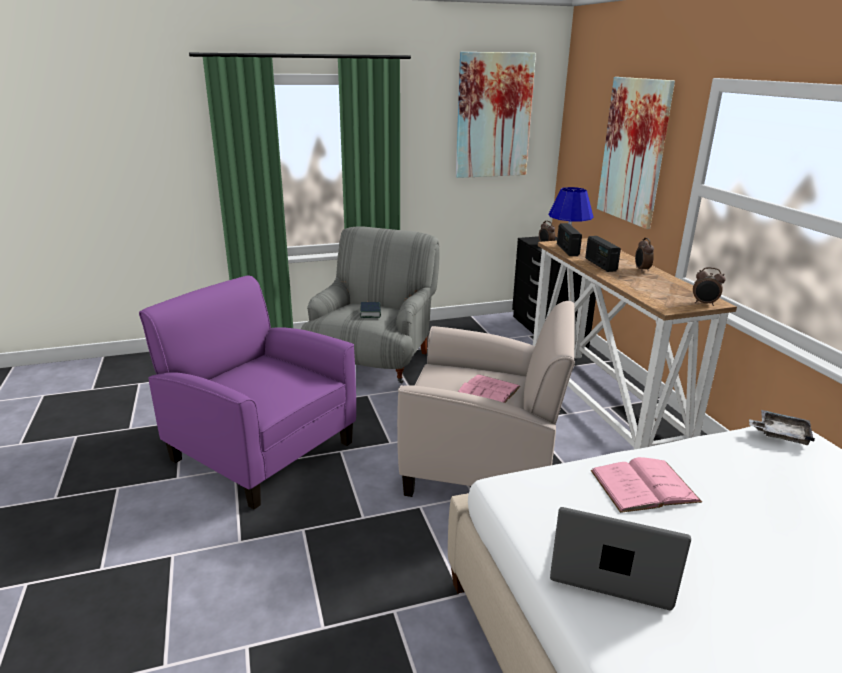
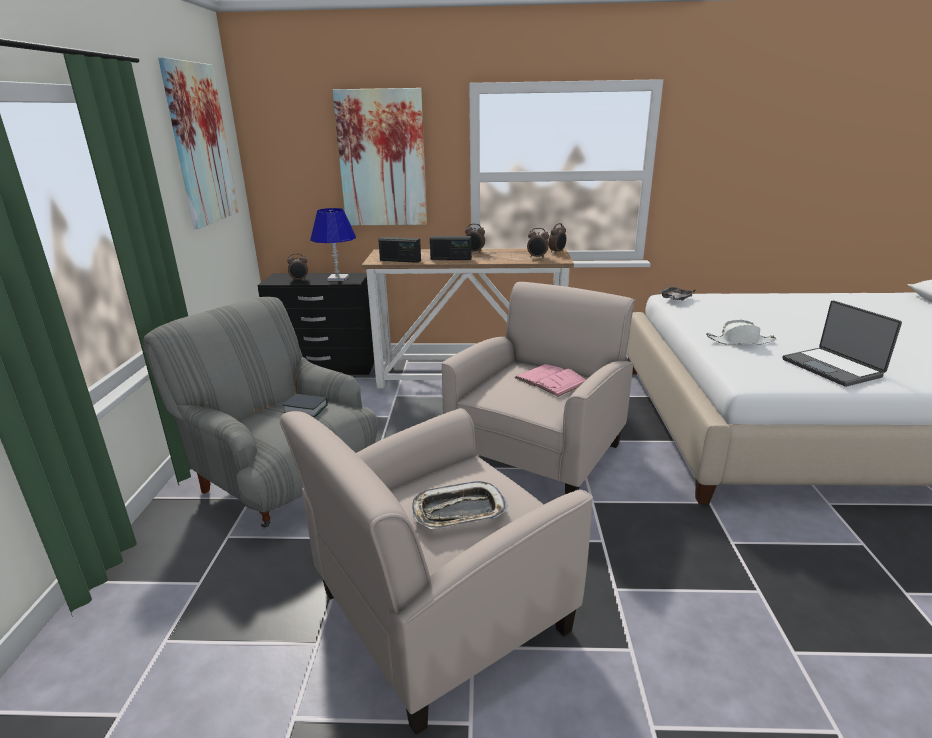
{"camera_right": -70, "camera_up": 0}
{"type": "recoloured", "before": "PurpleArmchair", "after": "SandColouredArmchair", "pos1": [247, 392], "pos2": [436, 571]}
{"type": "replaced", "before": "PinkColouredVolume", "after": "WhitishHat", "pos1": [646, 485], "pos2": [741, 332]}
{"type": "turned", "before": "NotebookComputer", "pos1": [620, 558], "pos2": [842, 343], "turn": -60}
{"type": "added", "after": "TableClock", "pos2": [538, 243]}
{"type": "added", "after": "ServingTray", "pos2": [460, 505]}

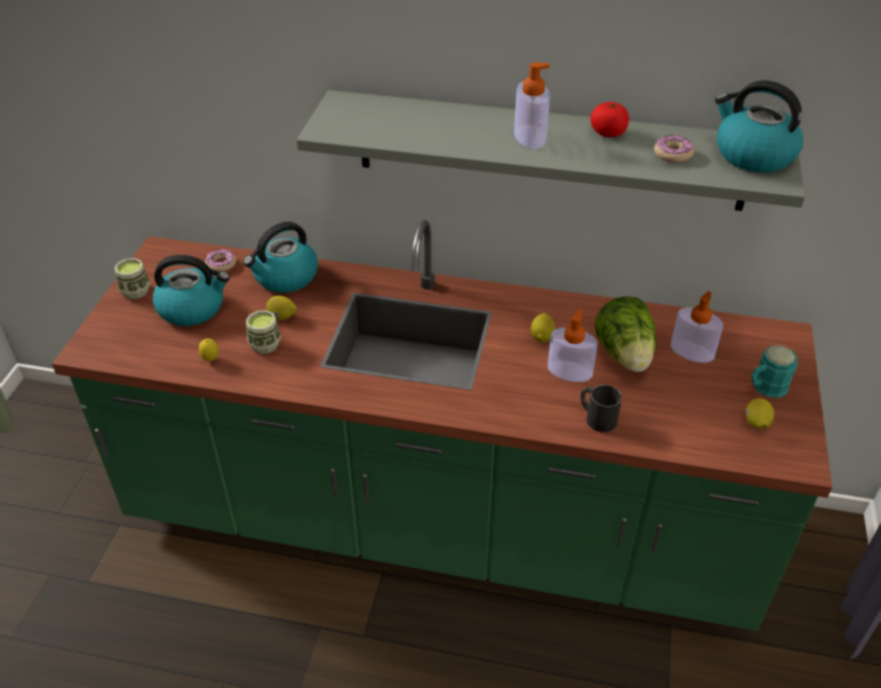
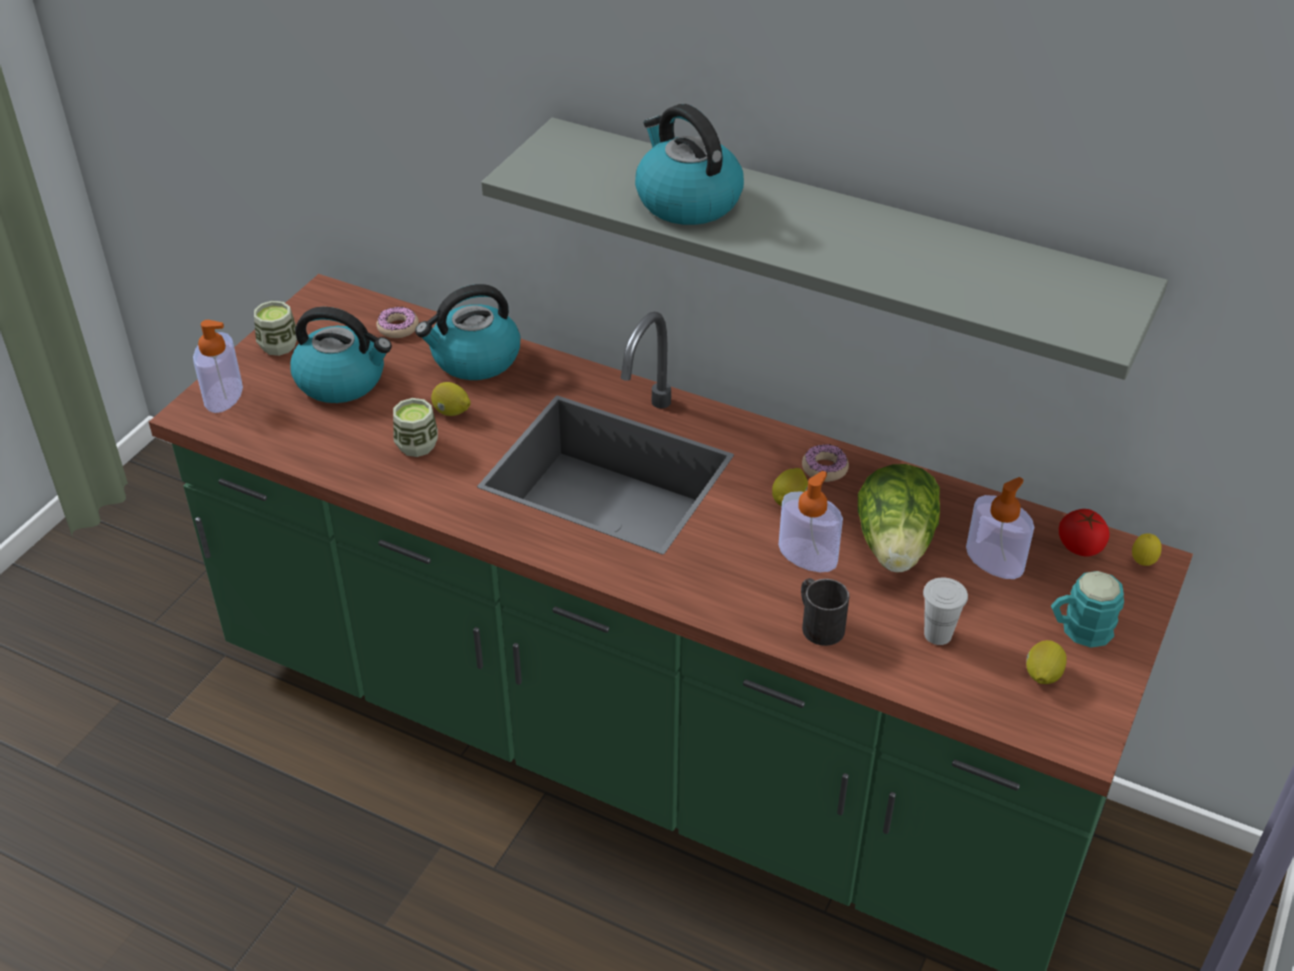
{"camera_right": 15, "camera_up": 0}
{"type": "moved", "before": "LiquidSoapBottle", "pos1": [532, 106], "pos2": [218, 366]}
{"type": "moved", "before": "TeaKettle", "pos1": [759, 126], "pos2": [689, 164]}
{"type": "moved", "before": "WholeTomato", "pos1": [609, 119], "pos2": [1084, 532]}
{"type": "moved", "before": "RingDoughnut", "pos1": [674, 149], "pos2": [825, 463]}
{"type": "moved", "before": "CitrusFruit", "pos1": [209, 349], "pos2": [1147, 549]}
{"type": "added", "after": "WhitishCup", "pos2": [945, 611]}

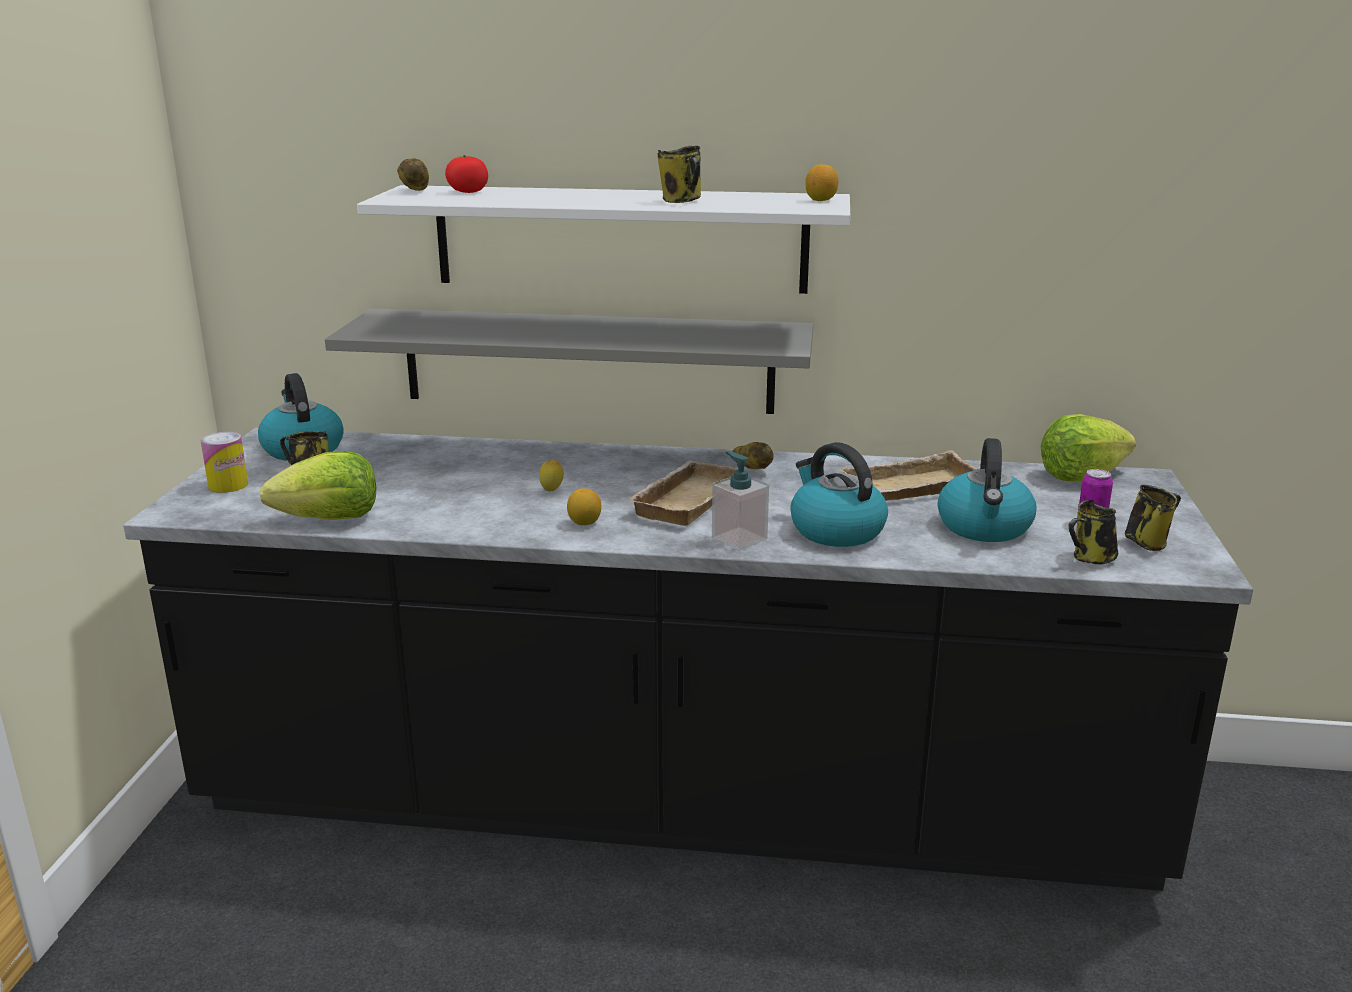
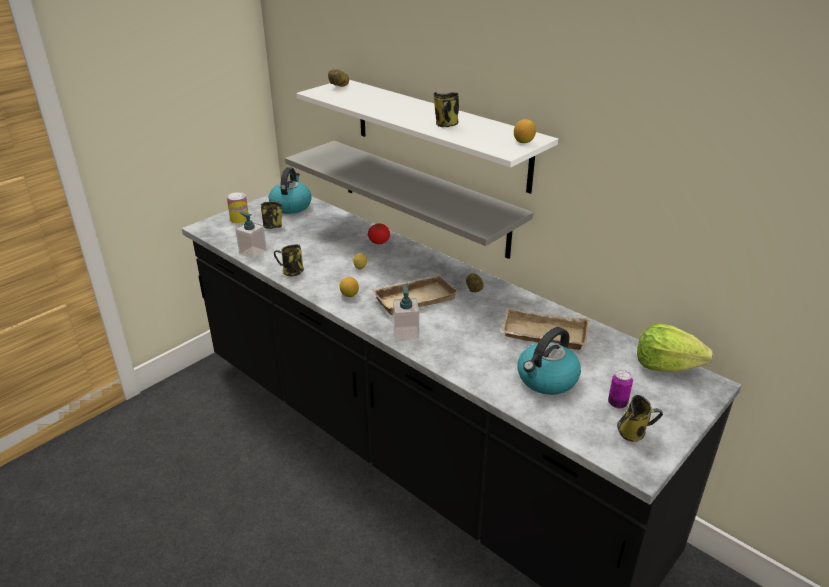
{"camera_right": 35, "camera_up": 10}
{"type": "moved", "before": "WholeTomato", "pos1": [466, 174], "pos2": [379, 234]}
{"type": "removed", "before": "TeaKettle", "pos1": [839, 494]}
{"type": "replaced", "before": "Lettuce", "after": "LiquidSoapBottle", "pos1": [318, 485], "pos2": [251, 235]}
{"type": "moved", "before": "CoffeeMug", "pos1": [1093, 532], "pos2": [289, 260]}

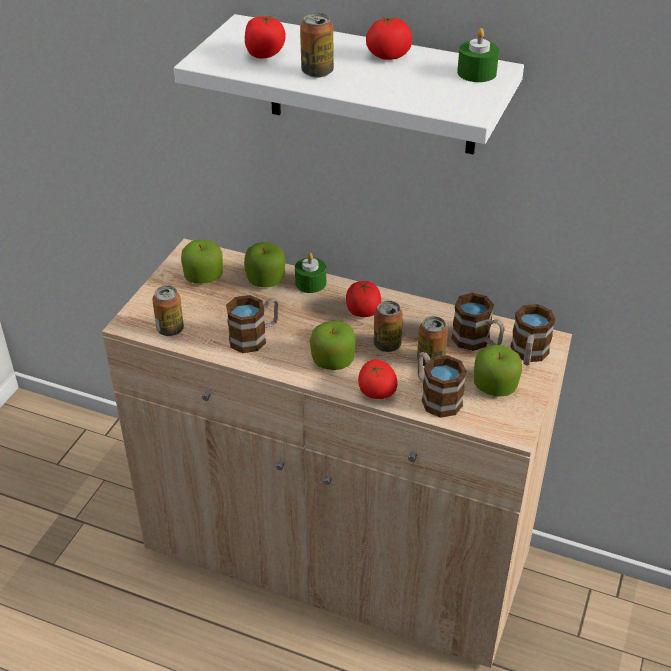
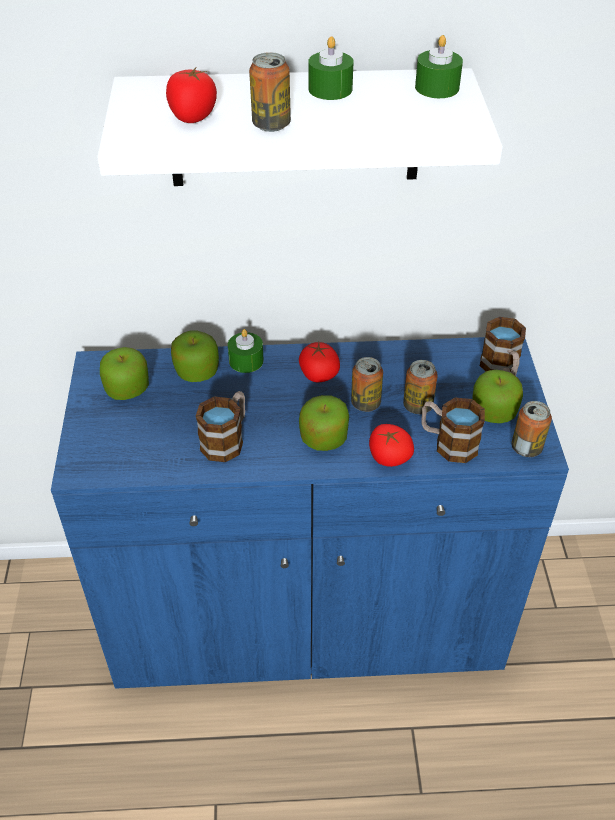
{"camera_right": -25, "camera_up": 5}
{"type": "replaced", "before": "WholeTomato", "after": "GreenishWaxCandle", "pos1": [389, 38], "pos2": [331, 68]}
{"type": "recoloured", "before": "SandColouredCupboard", "after": "BlueColouredCupboard", "pos1": [337, 453], "pos2": [310, 513]}
{"type": "moved", "before": "SealedCan", "pos1": [168, 311], "pos2": [532, 429]}
{"type": "removed", "before": "CoffeeMug", "pos1": [478, 322]}

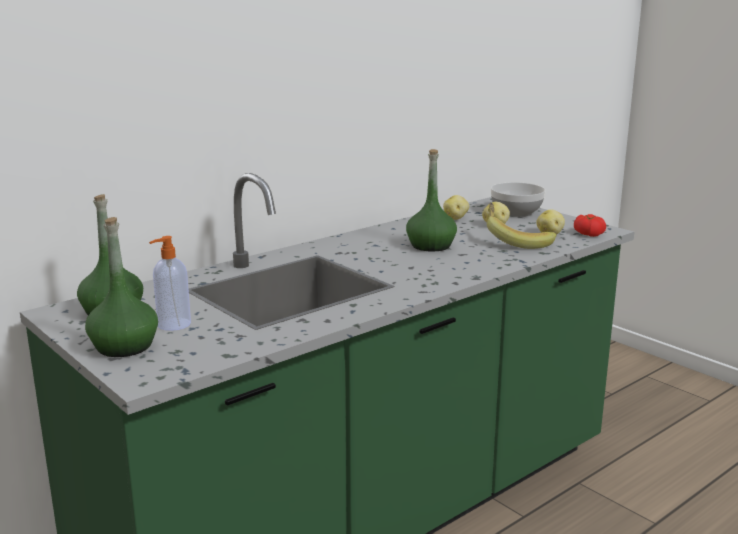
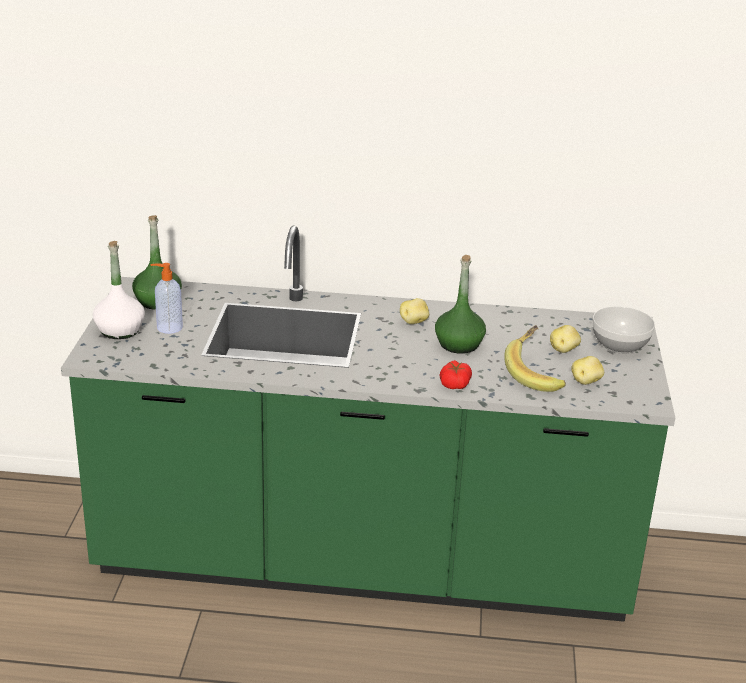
{"camera_right": 45, "camera_up": 10}
{"type": "moved", "before": "WholePotato", "pos1": [456, 207], "pos2": [414, 311]}
{"type": "moved", "before": "WholeTomato", "pos1": [590, 225], "pos2": [456, 374]}
{"type": "recoloured", "before": "GreenishBottle", "after": "WhitishBottle", "pos1": [121, 287], "pos2": [119, 290]}

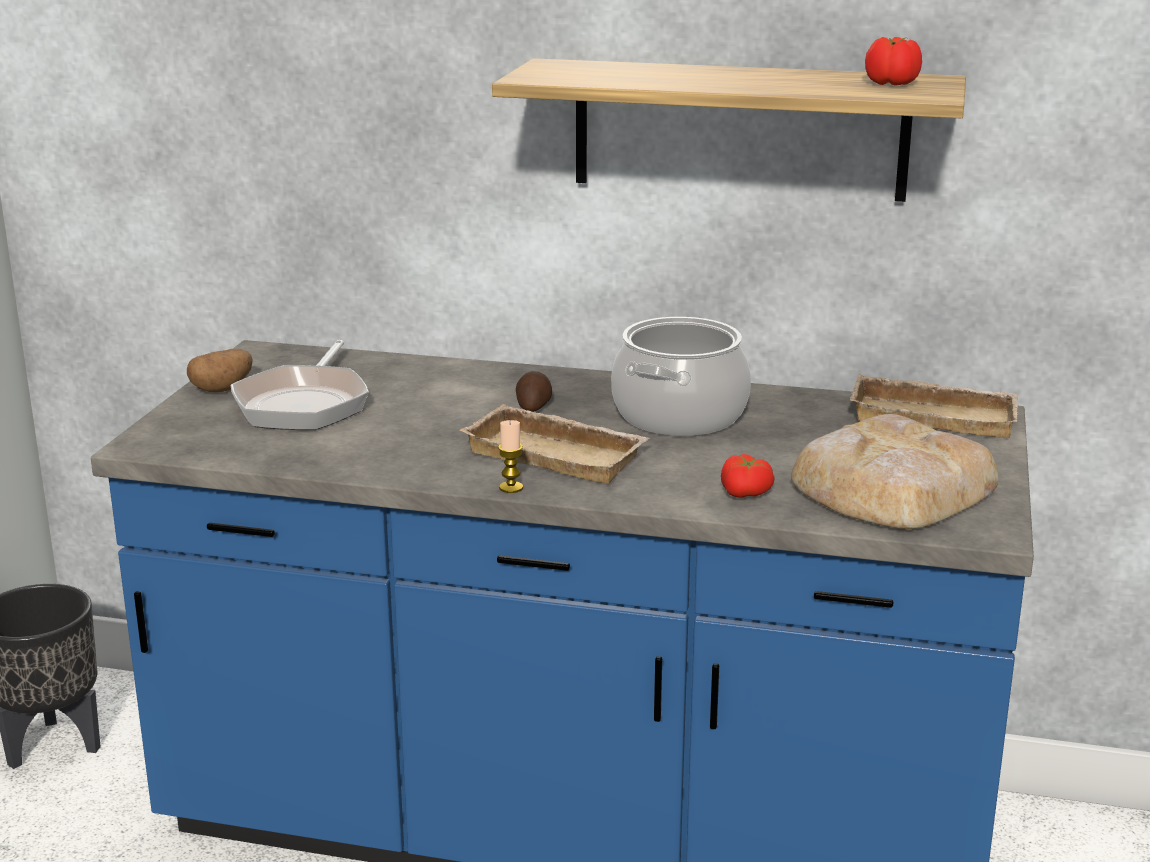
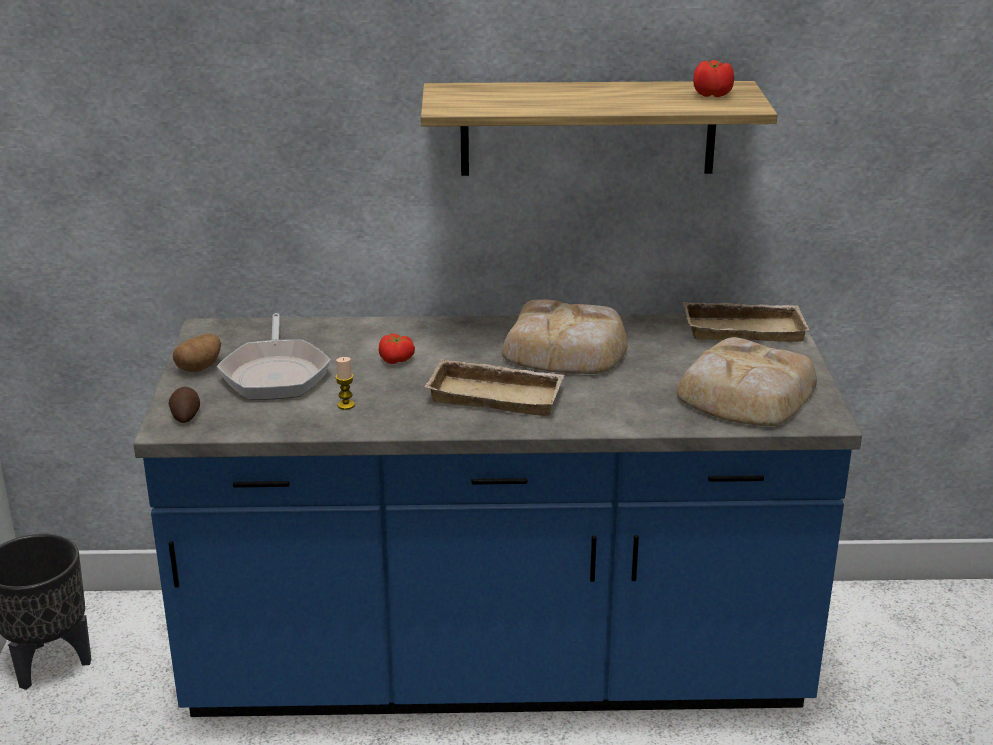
{"camera_right": -15, "camera_up": 5}
{"type": "replaced", "before": "Stockpot", "after": "Bread", "pos1": [681, 376], "pos2": [565, 336]}
{"type": "moved", "before": "WholePotato", "pos1": [534, 391], "pos2": [184, 405]}
{"type": "moved", "before": "WaxCandle", "pos1": [510, 456], "pos2": [345, 383]}
{"type": "moved", "before": "WholeTomato", "pos1": [748, 476], "pos2": [397, 349]}

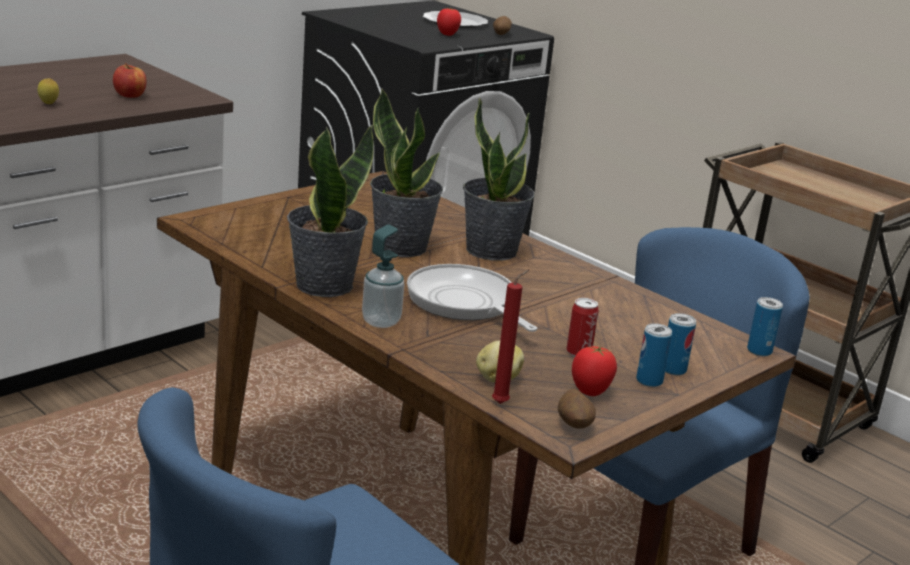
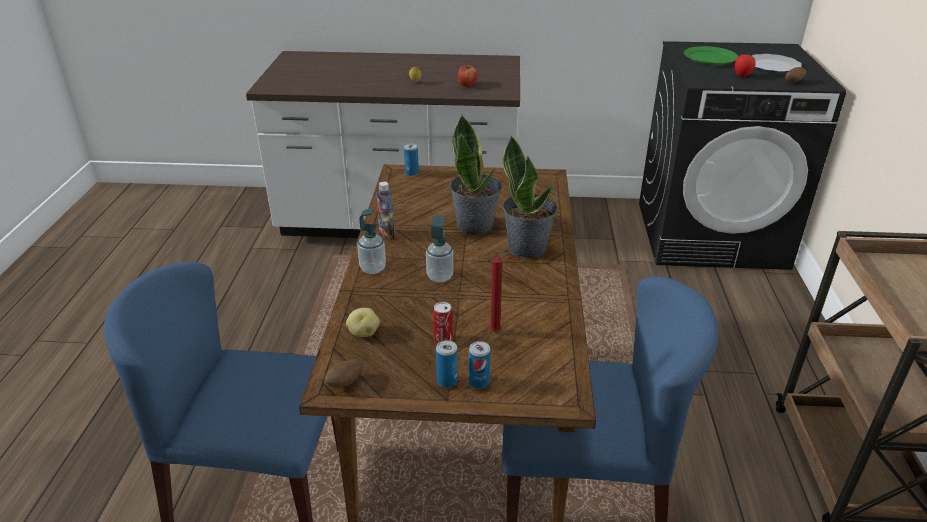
{"camera_right": 50, "camera_up": 10}
{"type": "replaced", "before": "PottedPlant", "after": "Bottle", "pos1": [330, 211], "pos2": [386, 210]}
{"type": "replaced", "before": "FryingPan", "after": "LiquidSoapBottle", "pos1": [472, 298], "pos2": [439, 248]}
{"type": "moved", "before": "ReddishWaxCandle", "pos1": [510, 336], "pos2": [498, 292]}
{"type": "moved", "before": "SealedCan", "pos1": [765, 326], "pos2": [411, 159]}
{"type": "removed", "before": "WholeTomato", "pos1": [594, 371]}
{"type": "added", "after": "GreenishFlatDish", "pos2": [711, 55]}

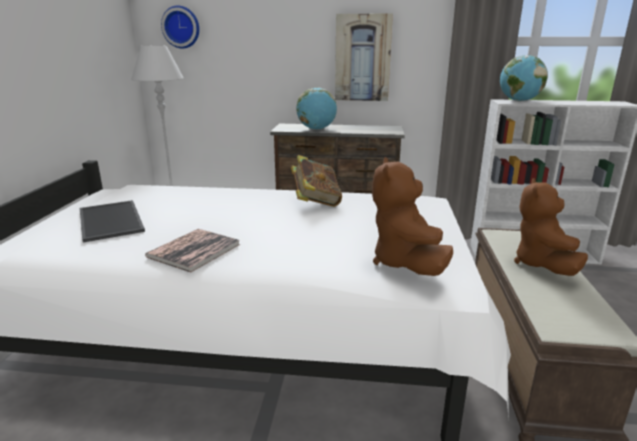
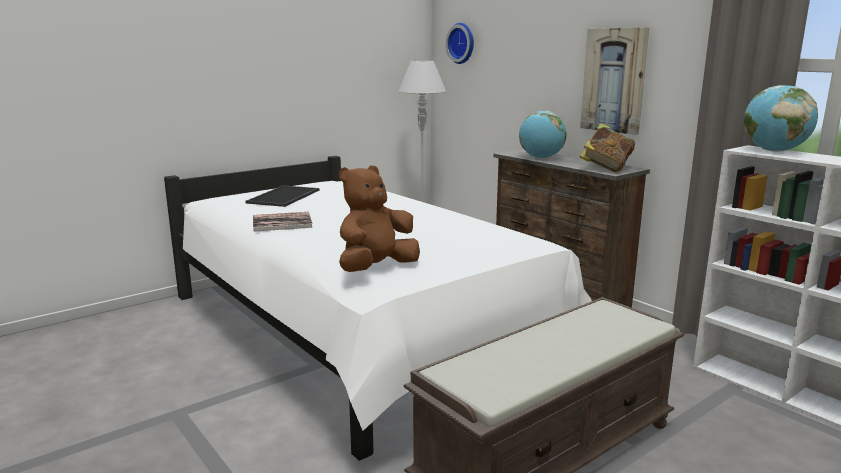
{"camera_right": 45, "camera_up": -5}
{"type": "moved", "before": "Volume", "pos1": [316, 181], "pos2": [607, 148]}
{"type": "removed", "before": "BrownColouredPlushToy", "pos1": [551, 227]}

